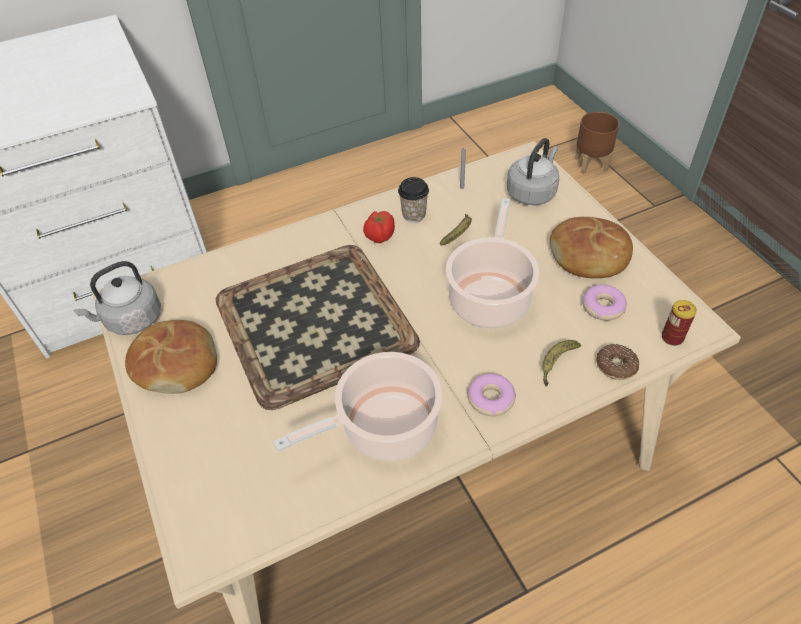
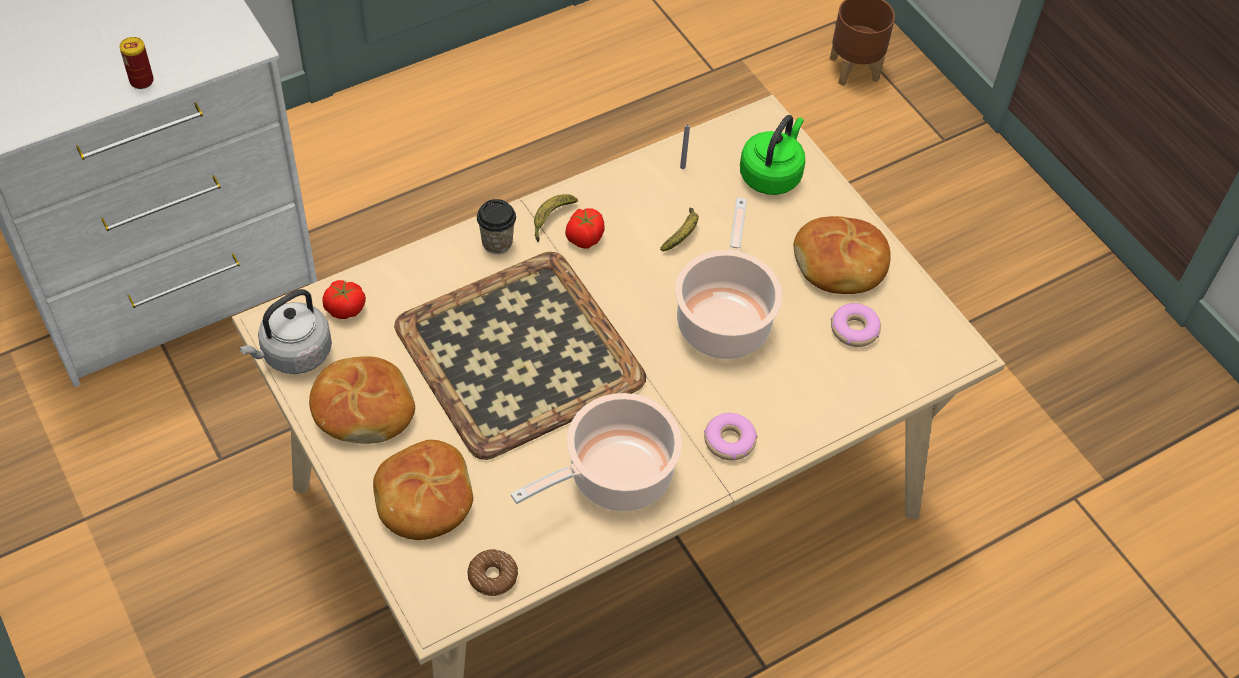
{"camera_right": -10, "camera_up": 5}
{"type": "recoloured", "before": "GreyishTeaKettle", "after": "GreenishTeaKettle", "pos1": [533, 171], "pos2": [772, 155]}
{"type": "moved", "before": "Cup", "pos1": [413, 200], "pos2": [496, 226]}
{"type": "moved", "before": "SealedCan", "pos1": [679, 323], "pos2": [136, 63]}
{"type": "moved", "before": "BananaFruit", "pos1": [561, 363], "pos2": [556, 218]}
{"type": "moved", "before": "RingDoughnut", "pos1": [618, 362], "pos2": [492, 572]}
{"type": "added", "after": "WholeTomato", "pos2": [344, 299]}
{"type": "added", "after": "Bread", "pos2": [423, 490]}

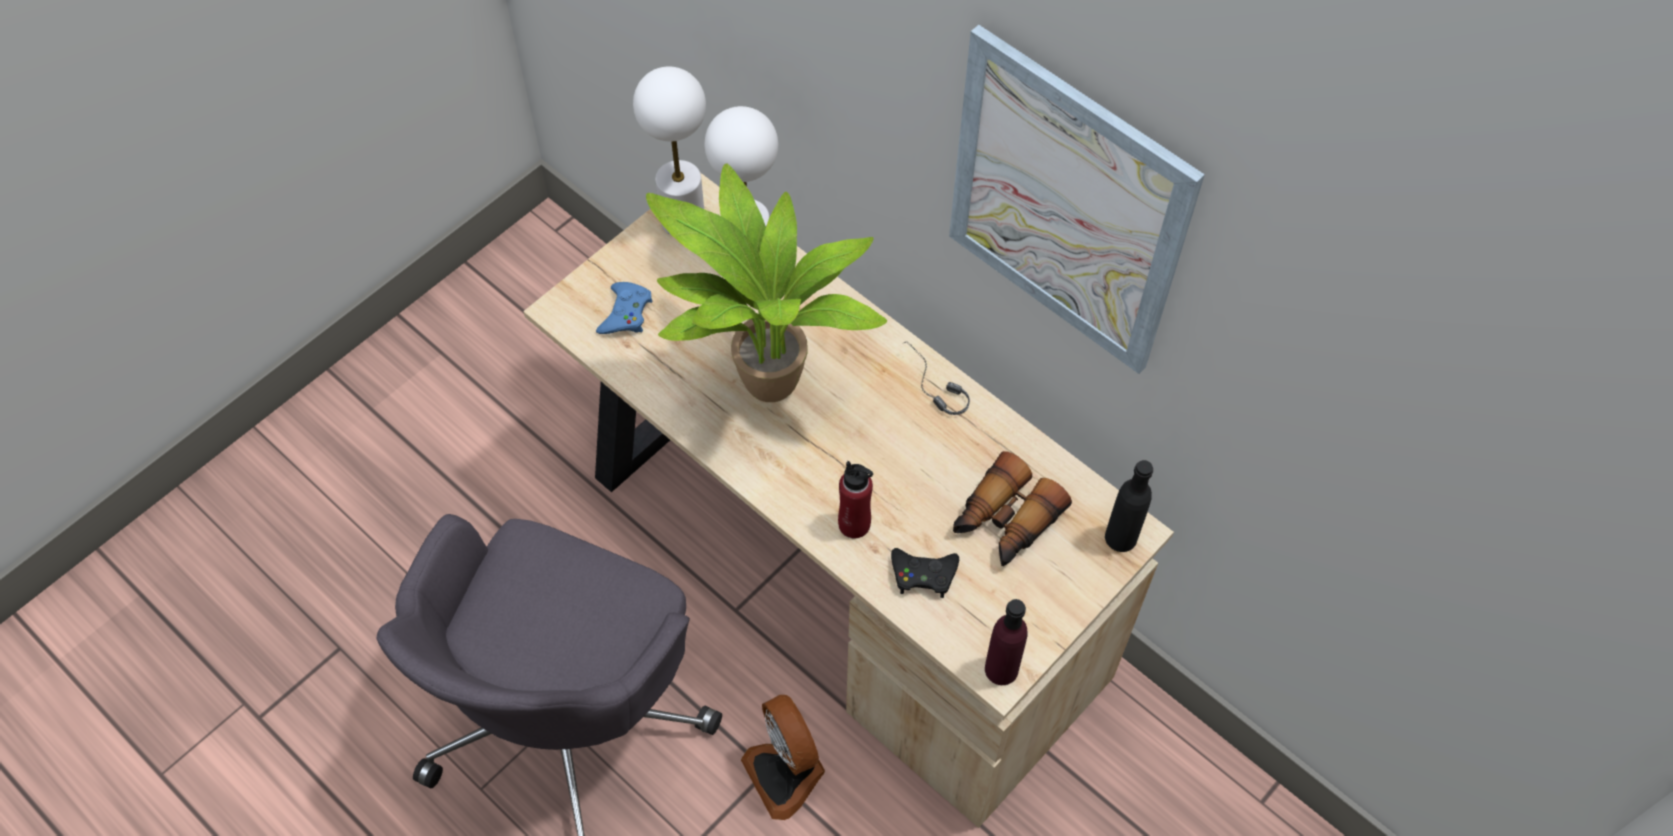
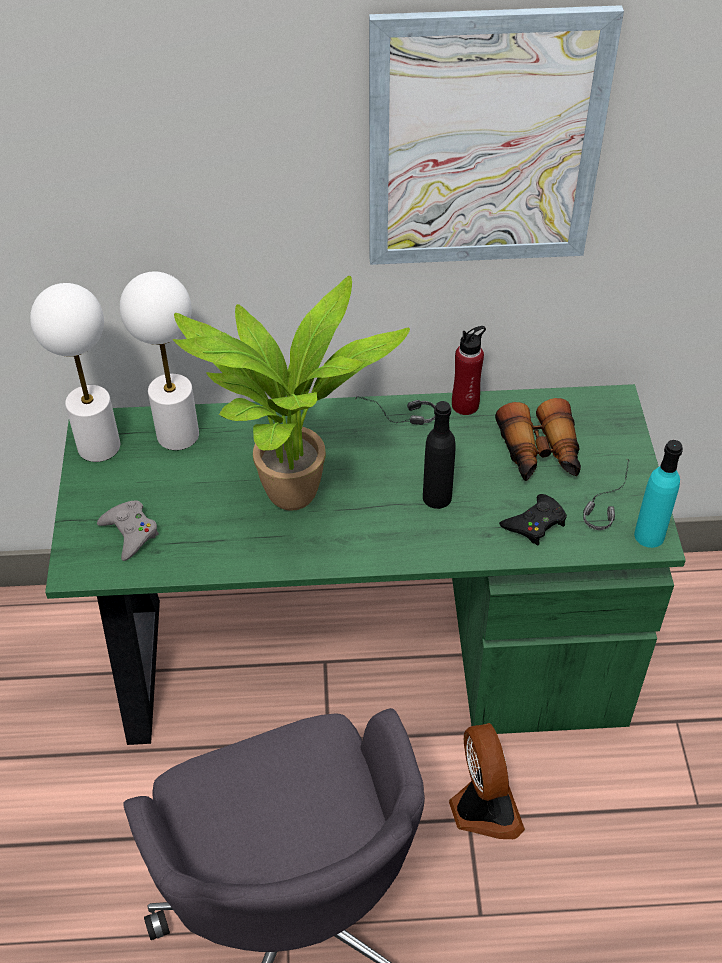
{"camera_right": -45, "camera_up": -10}
{"type": "recoloured", "before": "SandColouredDeskTable", "after": "GreenishDeskTable", "pos1": [848, 500], "pos2": [365, 564]}
{"type": "recoloured", "before": "BlueColouredJoypad", "after": "GreyishJoypad", "pos1": [624, 308], "pos2": [128, 530]}
{"type": "moved", "before": "BlackColouredBottle", "pos1": [1129, 506], "pos2": [439, 455]}
{"type": "moved", "before": "ReddishBottle", "pos1": [855, 499], "pos2": [469, 370]}
{"type": "recoloured", "before": "PurpleBottle", "after": "TurquoiseColouredBottle", "pos1": [1006, 642], "pos2": [658, 494]}
{"type": "turned", "before": "CoolingFan", "pos1": [783, 757], "pos2": [487, 781], "turn": -120}
{"type": "added", "after": "Headset", "pos2": [606, 494]}

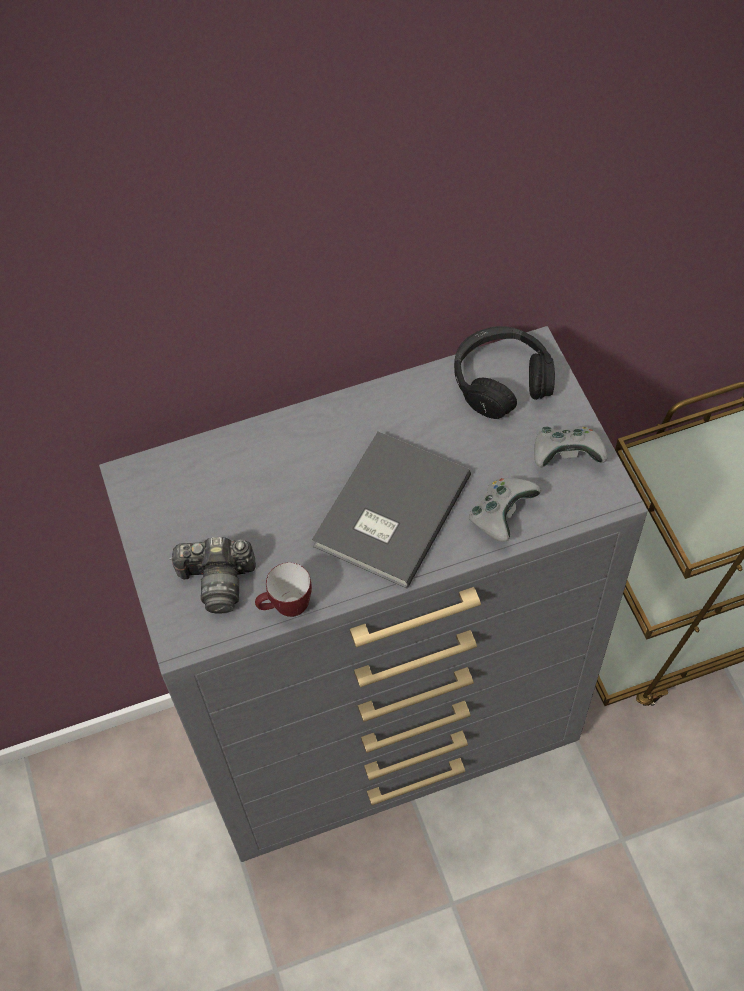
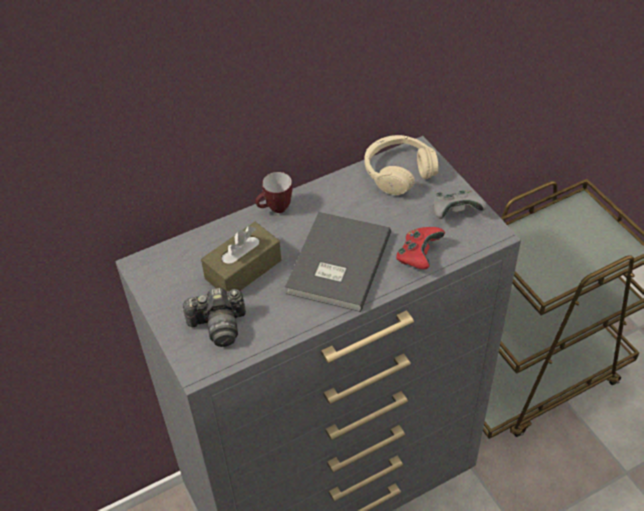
{"camera_right": -10, "camera_up": -10}
{"type": "recoloured", "before": "BlackColouredHeadset", "after": "SandColouredHeadset", "pos1": [504, 372], "pos2": [401, 165]}
{"type": "recoloured", "before": "GreyishJoypad", "after": "ReddishJoypad", "pos1": [505, 510], "pos2": [420, 248]}
{"type": "moved", "before": "CoffeeMug", "pos1": [283, 590], "pos2": [273, 192]}
{"type": "added", "after": "BrownColouredTissueBox", "pos2": [241, 256]}

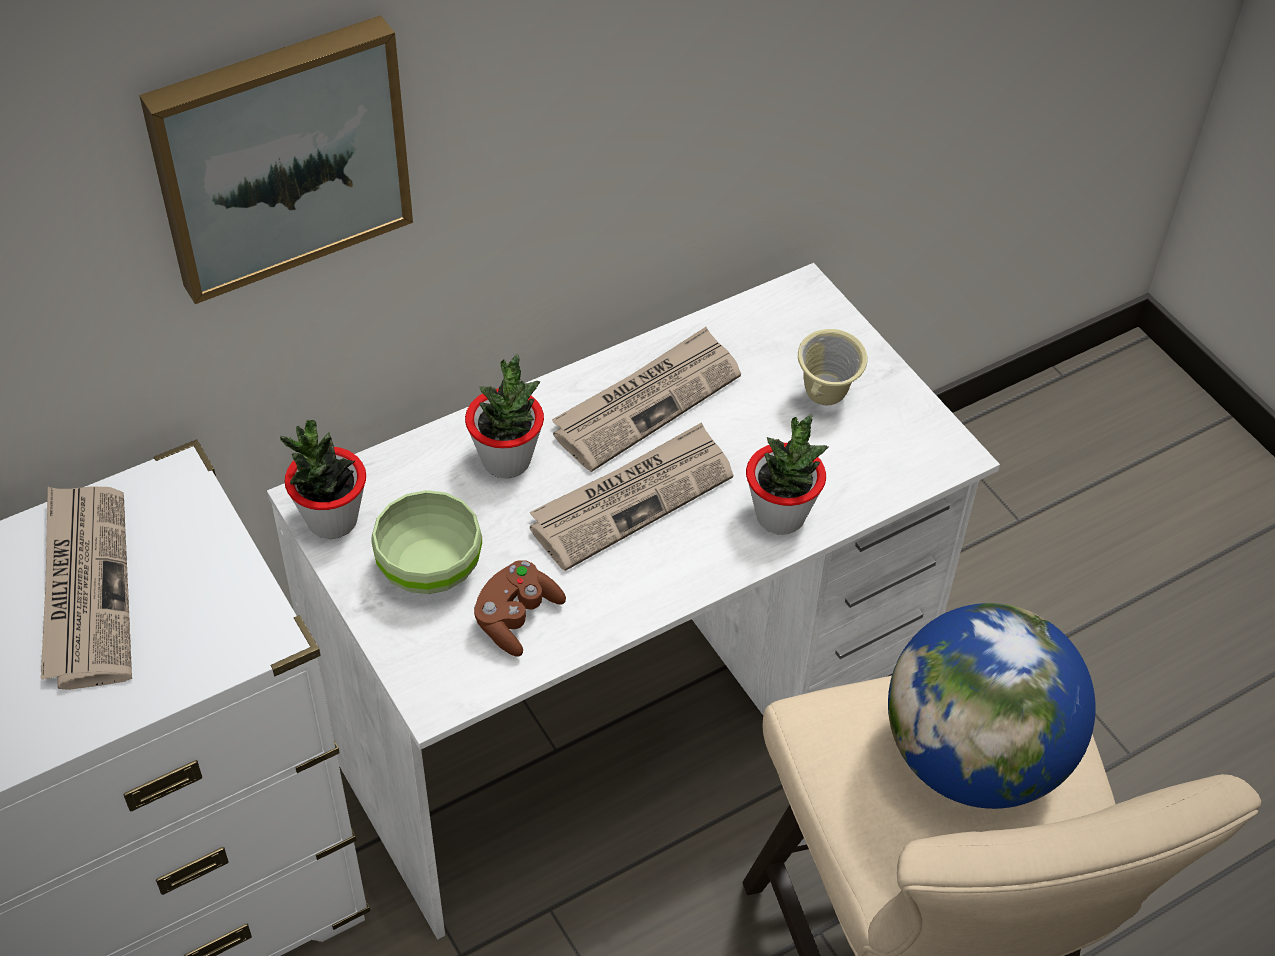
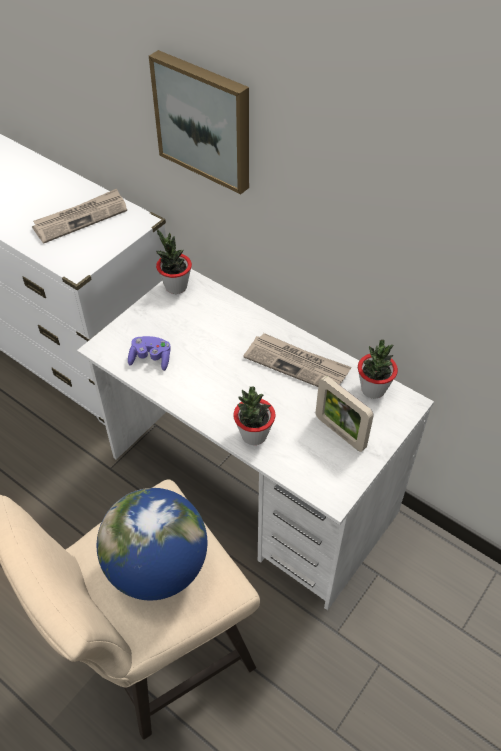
{"camera_right": 70, "camera_up": 0}
{"type": "replaced", "before": "SandColouredCoffeeMug", "after": "StandingFrame", "pos1": [833, 367], "pos2": [344, 414]}
{"type": "moved", "before": "PottedPlant", "pos1": [504, 416], "pos2": [378, 369]}
{"type": "removed", "before": "DailyPaper", "pos1": [631, 496]}
{"type": "removed", "before": "GreenishServingBowl", "pos1": [426, 542]}
{"type": "recoloured", "before": "BrownColouredJoypad", "after": "PurpleJoypad", "pos1": [520, 609], "pos2": [149, 353]}

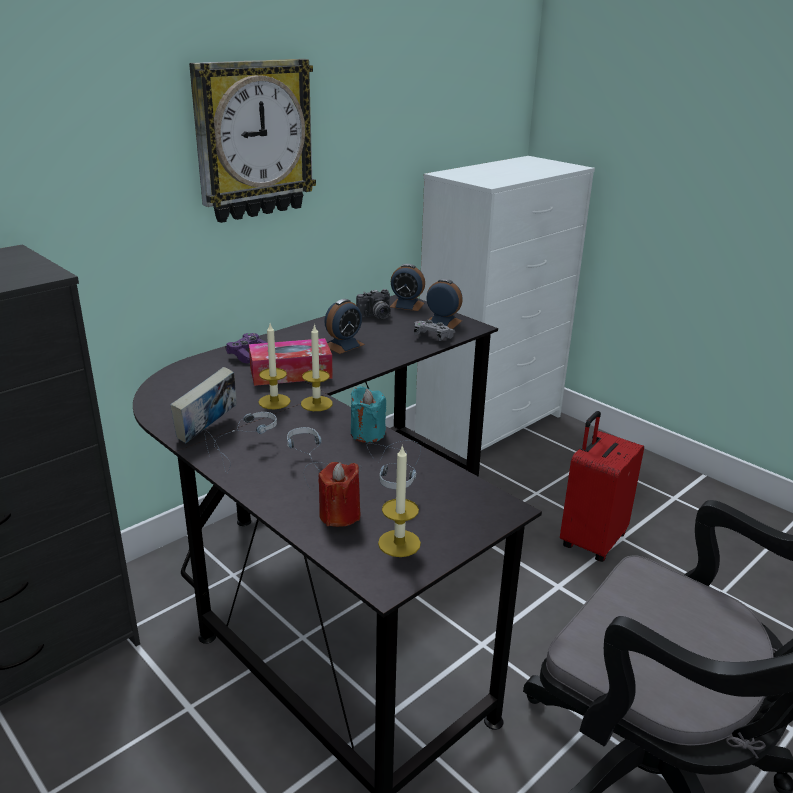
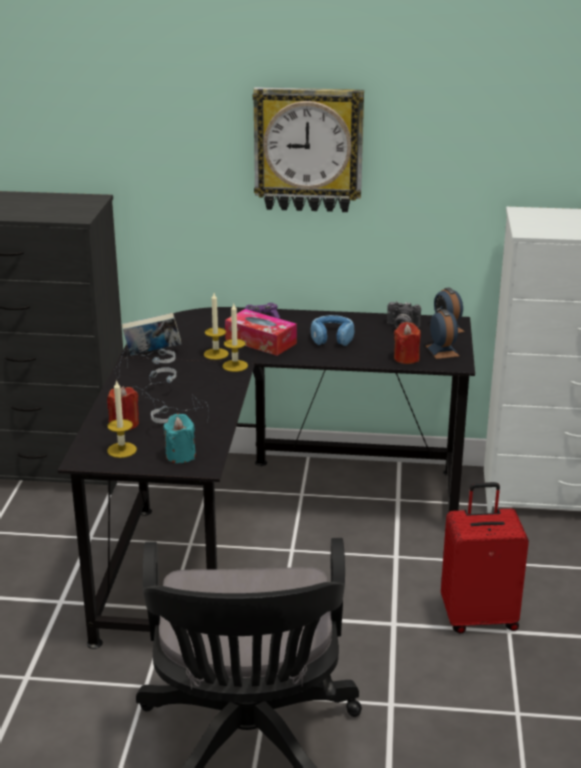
{"camera_right": 50, "camera_up": 0}
{"type": "replaced", "before": "TableClock", "after": "BlueColouredHeadset", "pos1": [344, 326], "pos2": [332, 330]}
{"type": "replaced", "before": "GreyishJoypad", "after": "ReddishWaxCandle", "pos1": [434, 330], "pos2": [407, 343]}
{"type": "moved", "before": "TurquoiseColouredWaxCandle", "pos1": [368, 414], "pos2": [179, 438]}

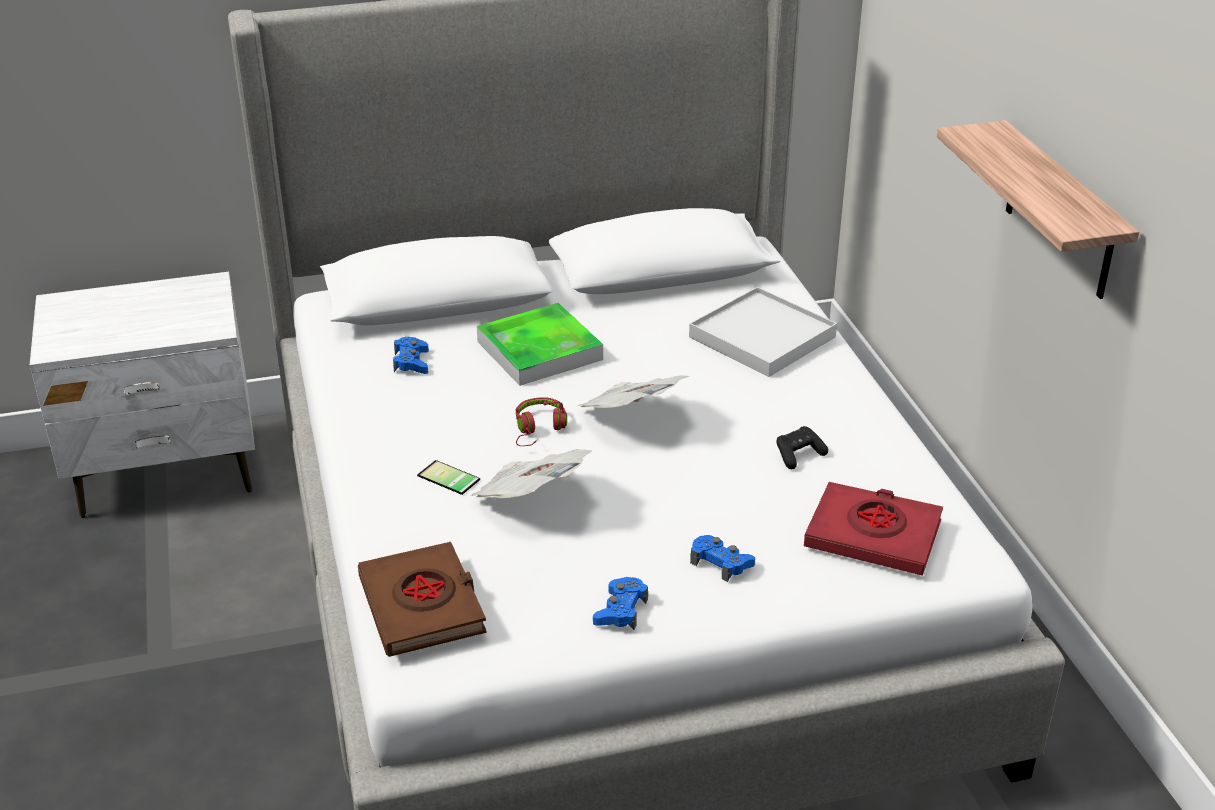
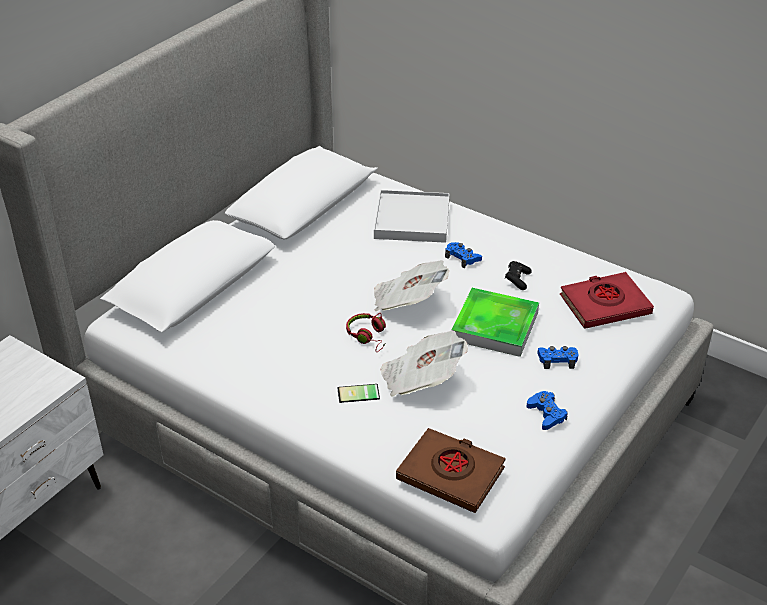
{"camera_right": -40, "camera_up": 5}
{"type": "removed", "before": "WallShelf", "pos1": [1038, 209]}
{"type": "moved", "before": "ServingTray", "pos1": [540, 344], "pos2": [495, 322]}
{"type": "moved", "before": "BlueColouredJoypad", "pos1": [411, 355], "pos2": [463, 255]}

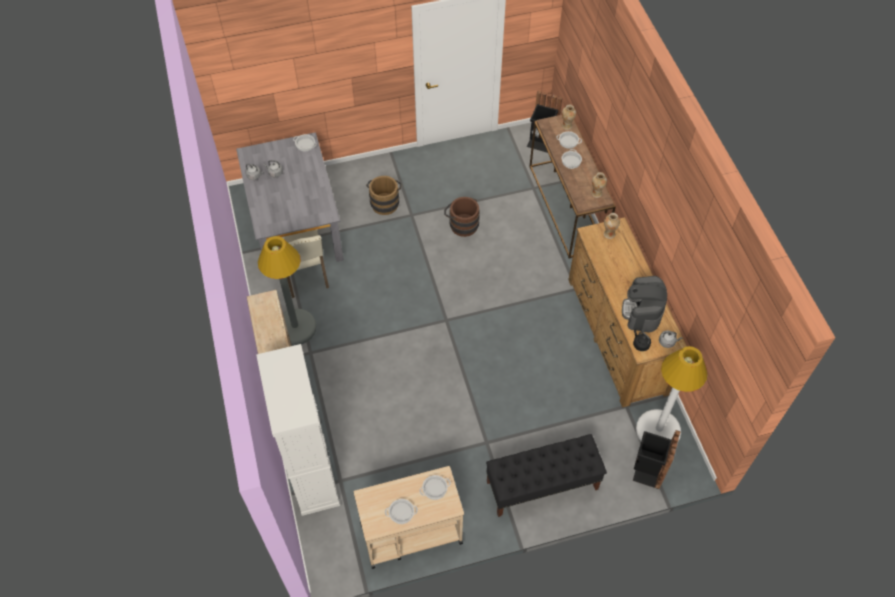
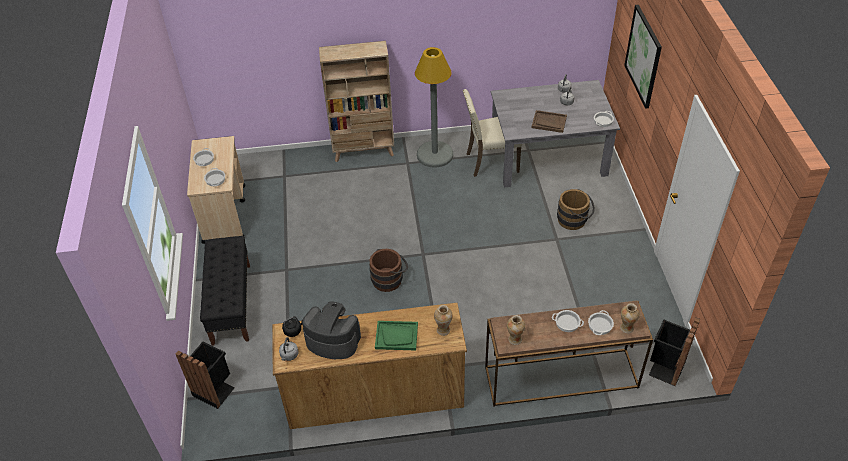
{"camera_right": 100, "camera_up": -10}
{"type": "moved", "before": "BrownColouredPail", "pos1": [462, 217], "pos2": [388, 270]}
{"type": "removed", "before": "WhitishCupboard", "pos1": [298, 430]}
{"type": "removed", "before": "WhitishStandingLamp", "pos1": [672, 394]}
{"type": "added", "after": "WallArt", "pos2": [643, 57]}
{"type": "added", "after": "BrownColouredServingTray", "pos2": [549, 121]}
{"type": "added", "after": "GreenishServingTray", "pos2": [396, 335]}

